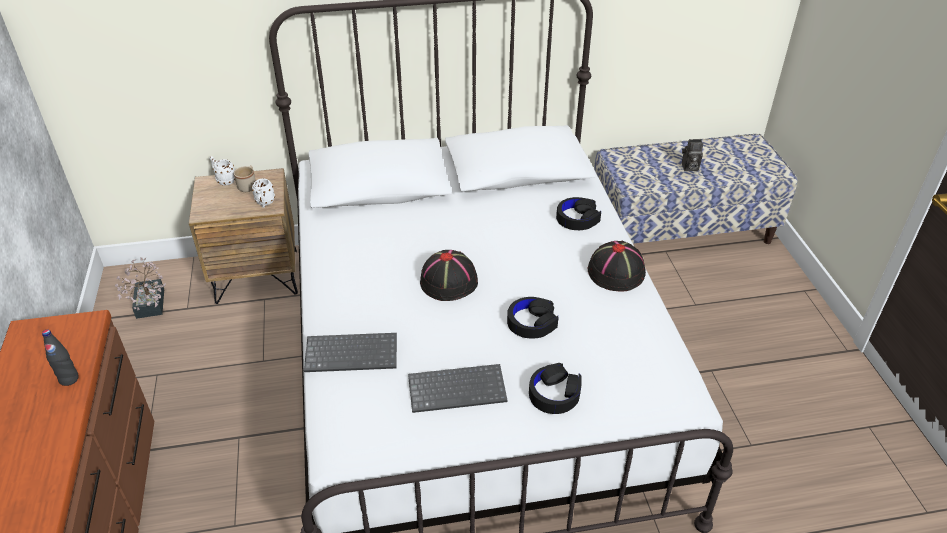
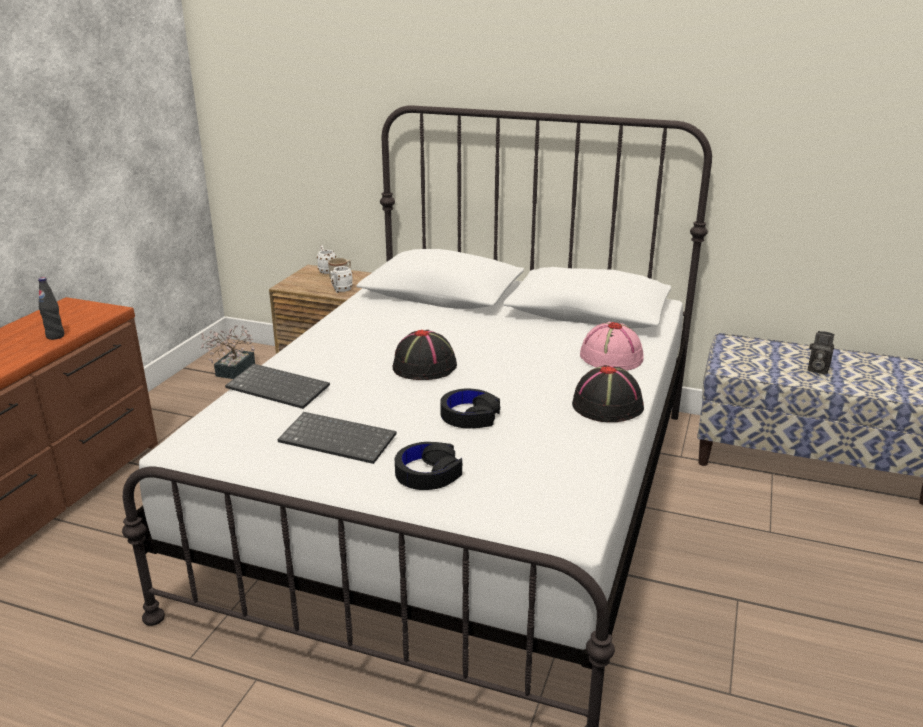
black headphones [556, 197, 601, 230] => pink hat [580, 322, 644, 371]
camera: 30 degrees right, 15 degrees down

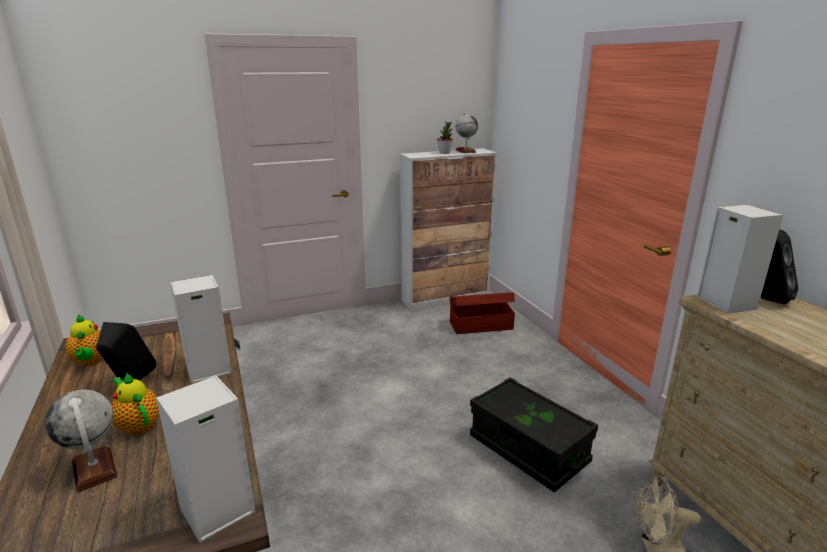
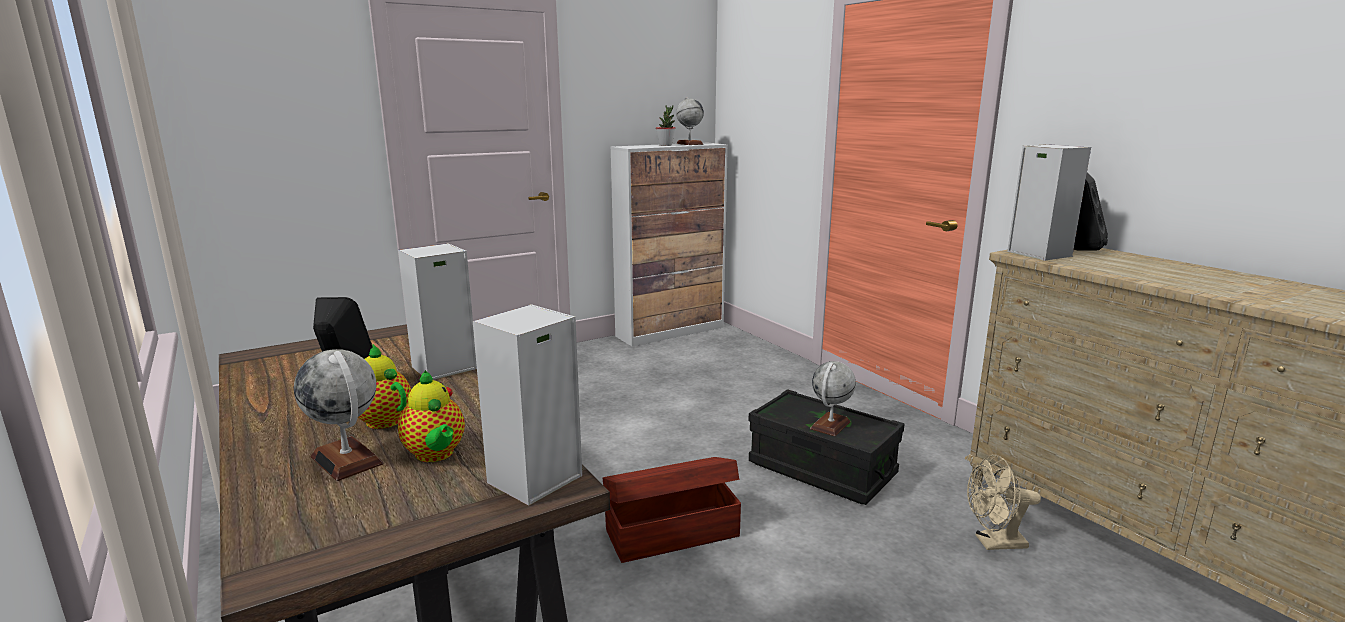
nothing => globe [810, 361, 856, 436]
teapot [66, 315, 103, 366] => teapot [398, 370, 465, 462], relocated
brown storage box [450, 292, 515, 334] => brown storage box [603, 457, 741, 563], relocated
camera: 10 degrees left, 5 degrees down

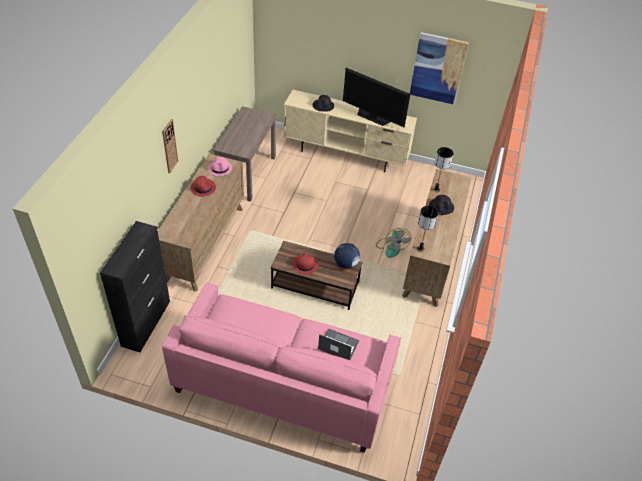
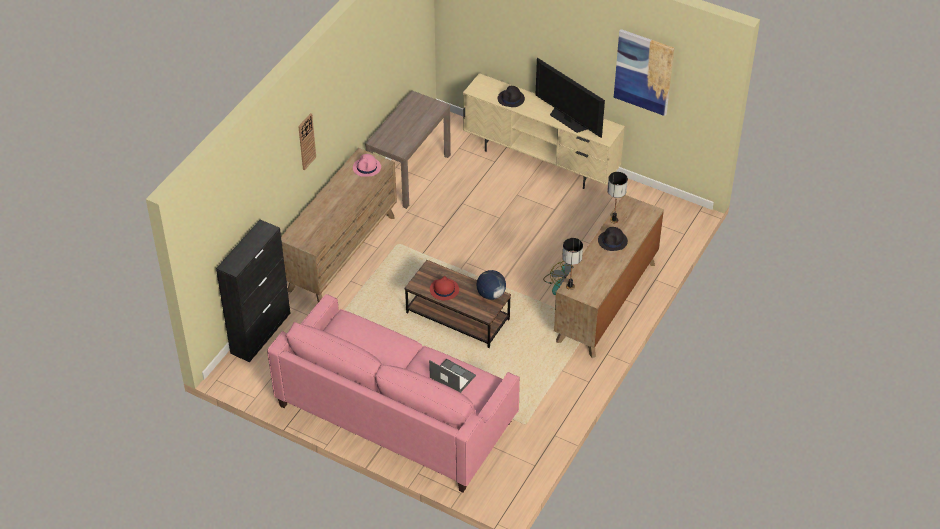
red hat [191, 176, 216, 197] => nothing
camera: 15 degrees right, 0 degrees up

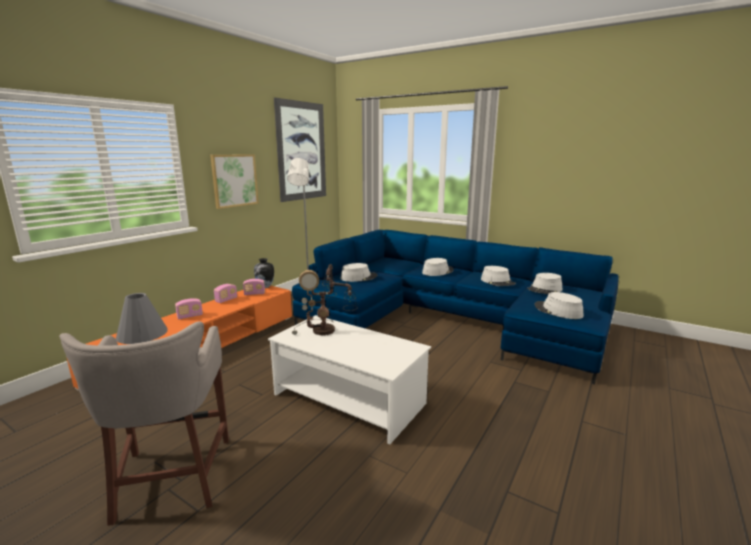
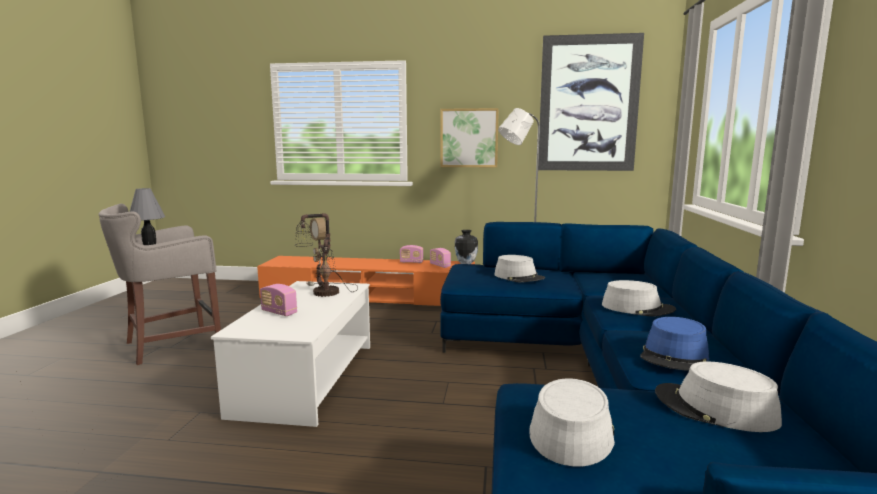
radio [175, 298, 203, 319] => radio [260, 284, 297, 316], relocated
grey hat [481, 266, 516, 286] => blue hat [640, 317, 709, 371]
camera: 65 degrees right, 5 degrees down

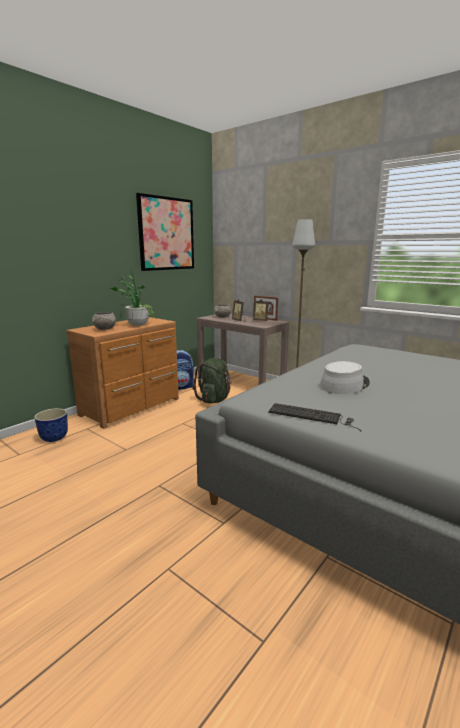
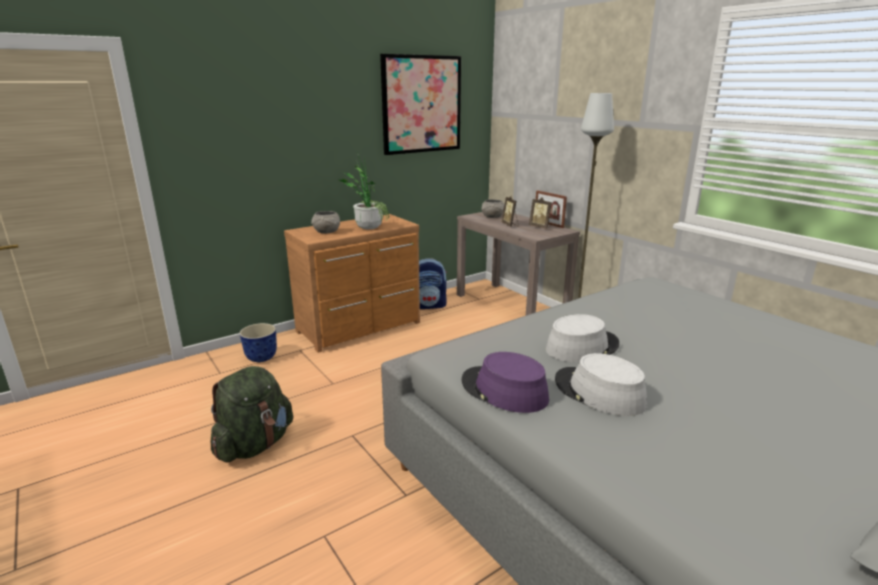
nothing => grey hat [555, 353, 647, 416]
green backpack [192, 358, 232, 403] => green backpack [211, 366, 293, 462], relocated
keyboard [268, 403, 362, 432] => purple hat [462, 352, 549, 413]
camera: 15 degrees right, 5 degrees up

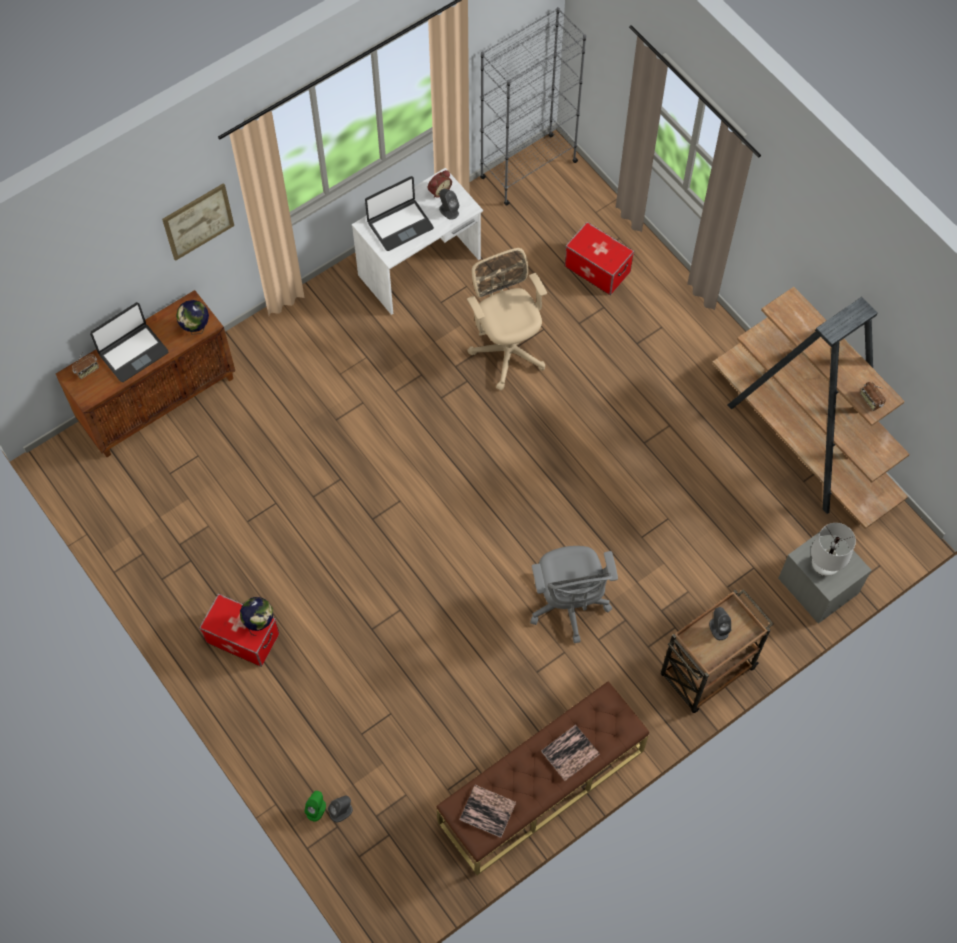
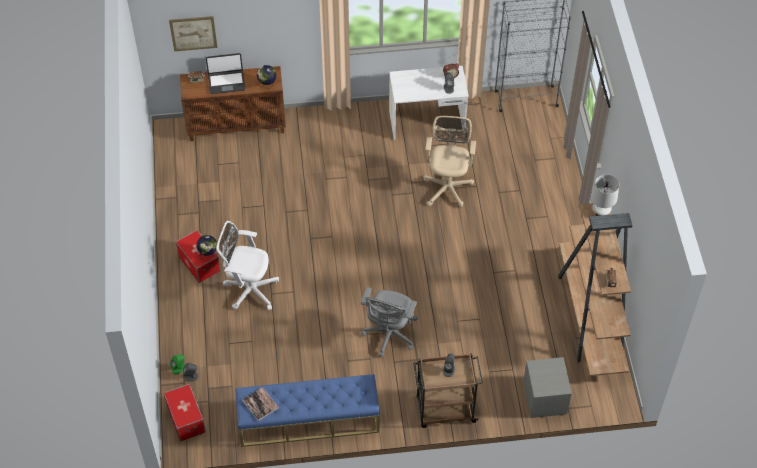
laptop [365, 176, 434, 251] => nothing
book [541, 725, 600, 781] => nothing
nothing => white office chair [216, 221, 279, 310]
picture [162, 183, 234, 261] => picture [169, 16, 217, 51], relocated
storage box [565, 222, 634, 295] => storage box [164, 384, 206, 442], relocated
white table lamp [811, 523, 856, 576] => white table lamp [591, 174, 619, 216], relocated
brown bench [437, 682, 649, 875] => blue bench [236, 374, 379, 447]
camera: 30 degrees right, 10 degrees down

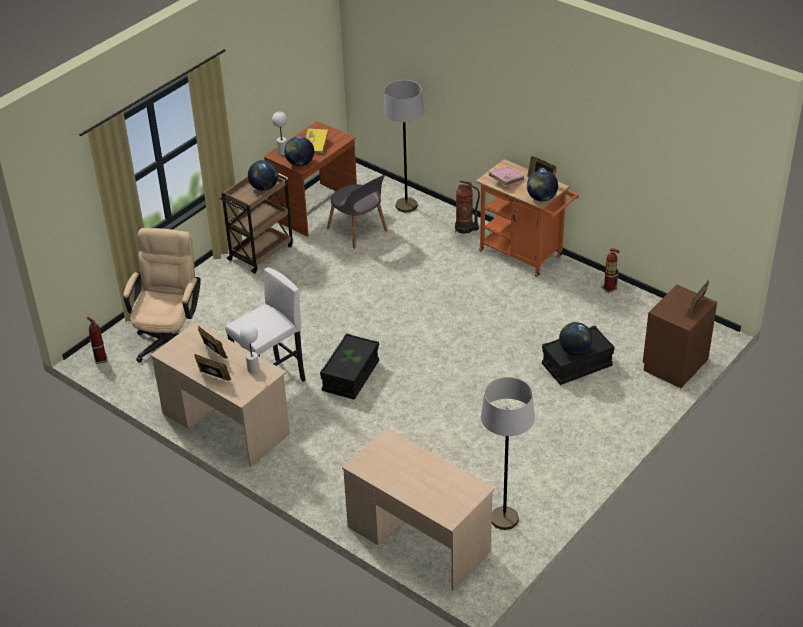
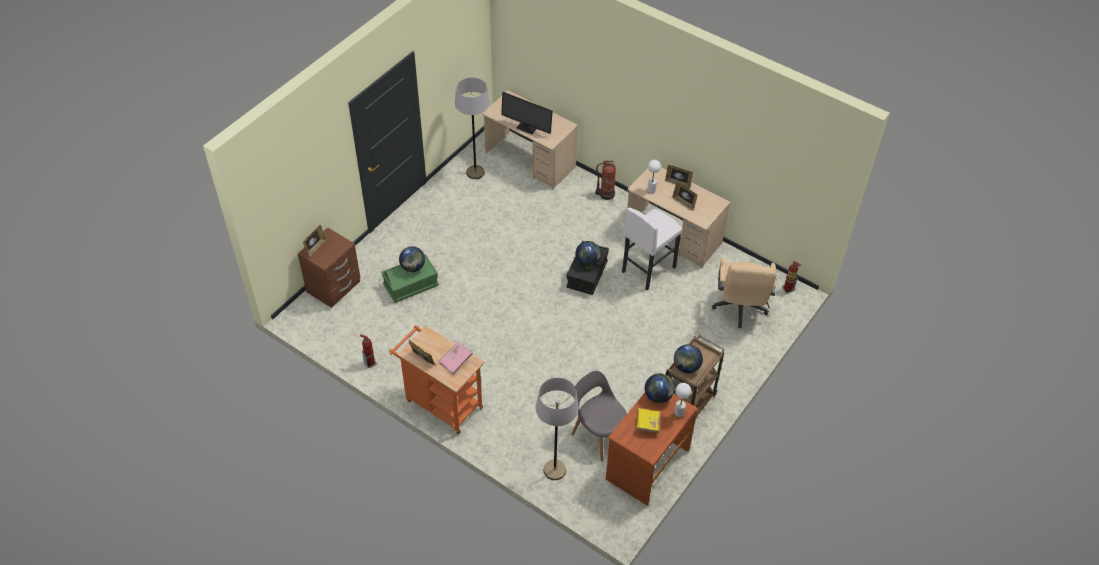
nothing => monitor [501, 92, 553, 134]
fire extinguisher [455, 181, 480, 234] => fire extinguisher [595, 161, 616, 200], relocated
globe [527, 170, 558, 201] => globe [575, 241, 601, 267], relocated
black storage box [542, 326, 615, 385] => green storage box [381, 254, 438, 303]
camera: 175 degrees right, 10 degrees up

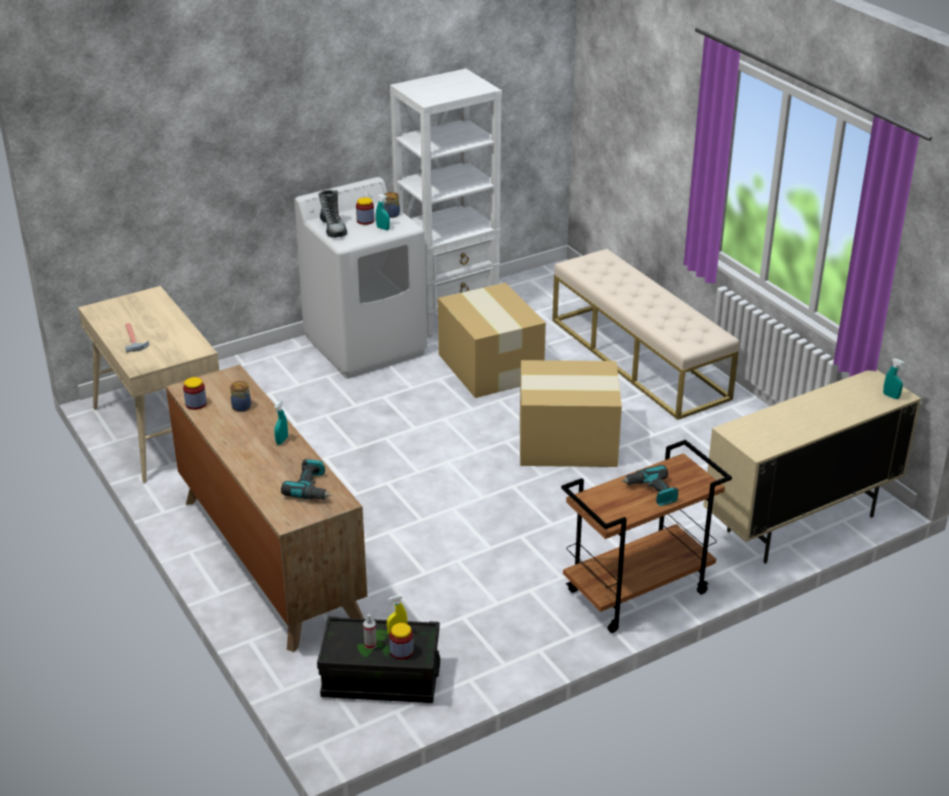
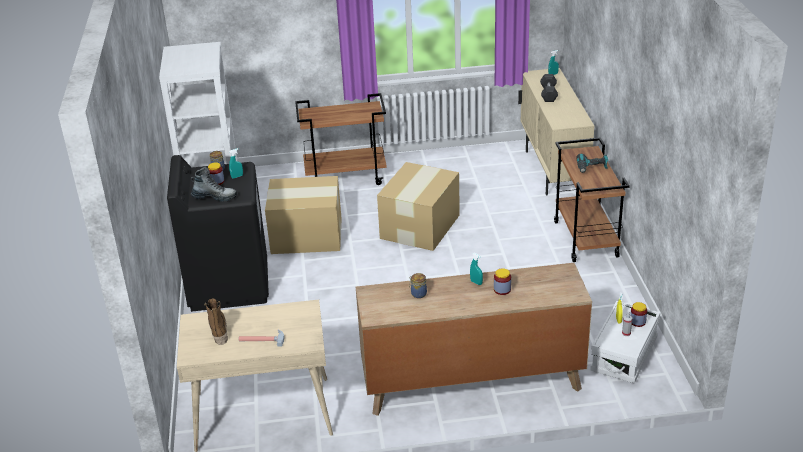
power drill [281, 459, 331, 500] => nothing
nothing => boot [204, 298, 228, 345]
nothing => grey dumbbell [540, 74, 558, 102]
jar [183, 377, 207, 410] => jar [494, 268, 511, 295], relocated
beige bench [552, 249, 739, 420] => brown cart [295, 93, 387, 185]
white washing machine [294, 177, 427, 379] => black washing machine [167, 155, 269, 312]
black storage box [317, 616, 440, 703] => white storage box [590, 301, 660, 383]
camera: 65 degrees left, 0 degrees up

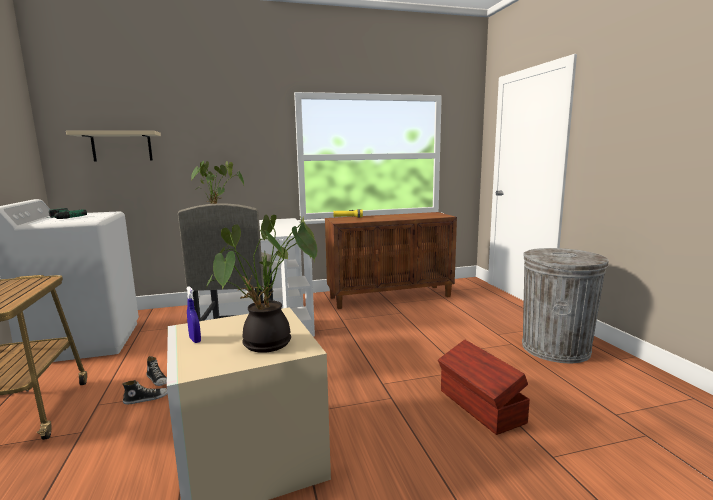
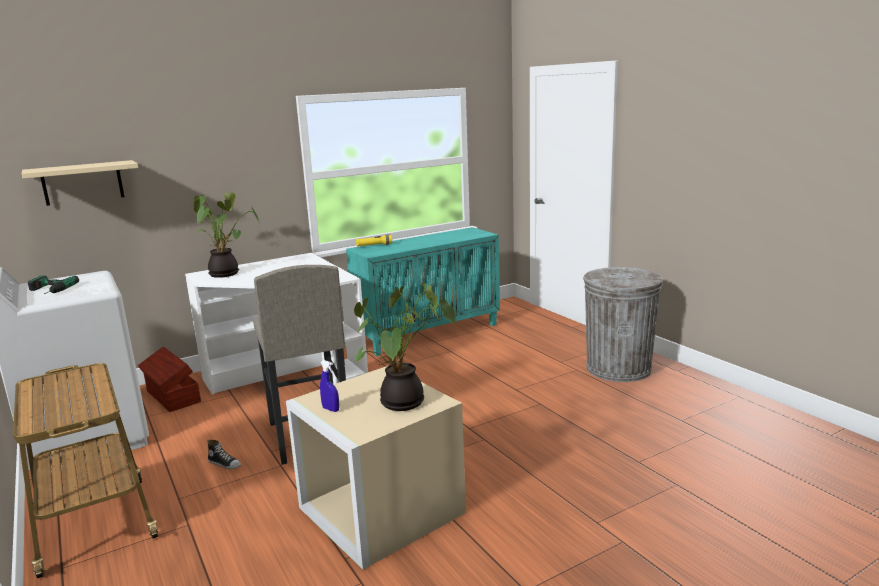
shoe [122, 380, 168, 404] => nothing
brown storage box [438, 340, 530, 435] => brown storage box [138, 346, 201, 412], relocated
brown cabinet [325, 212, 457, 309] => turquoise cabinet [346, 227, 500, 356]
camera: 15 degrees left, 5 degrees up

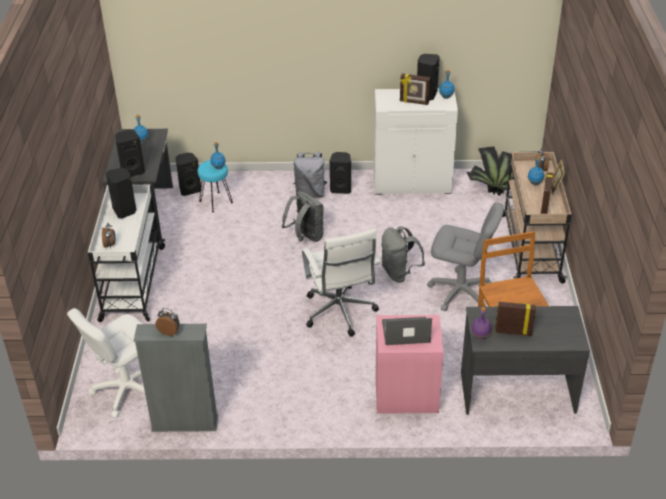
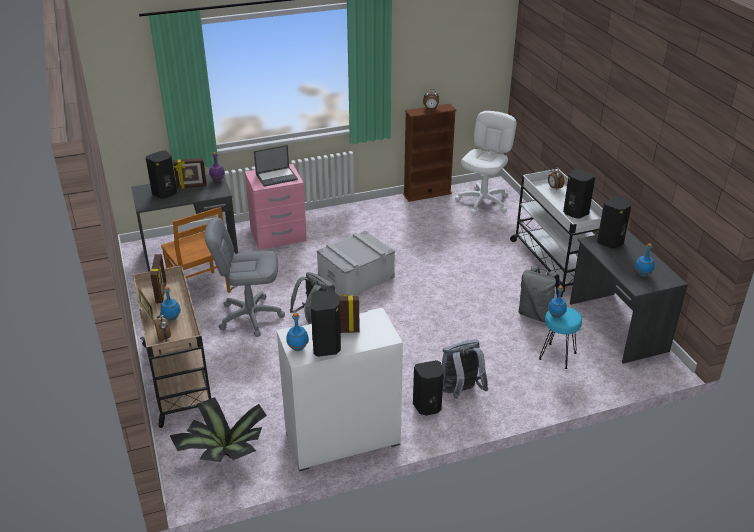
black speaker [175, 153, 201, 196] => black speaker [146, 150, 177, 199], relocated
grey backpack [282, 192, 324, 242] => grey backpack [519, 266, 560, 322], relocated
white office chair [302, 229, 380, 337] => grey storage box [317, 230, 395, 296]
grey bookcase [134, 324, 218, 432] => brown bookcase [403, 104, 457, 202]
camera: 160 degrees right, 5 degrees down

